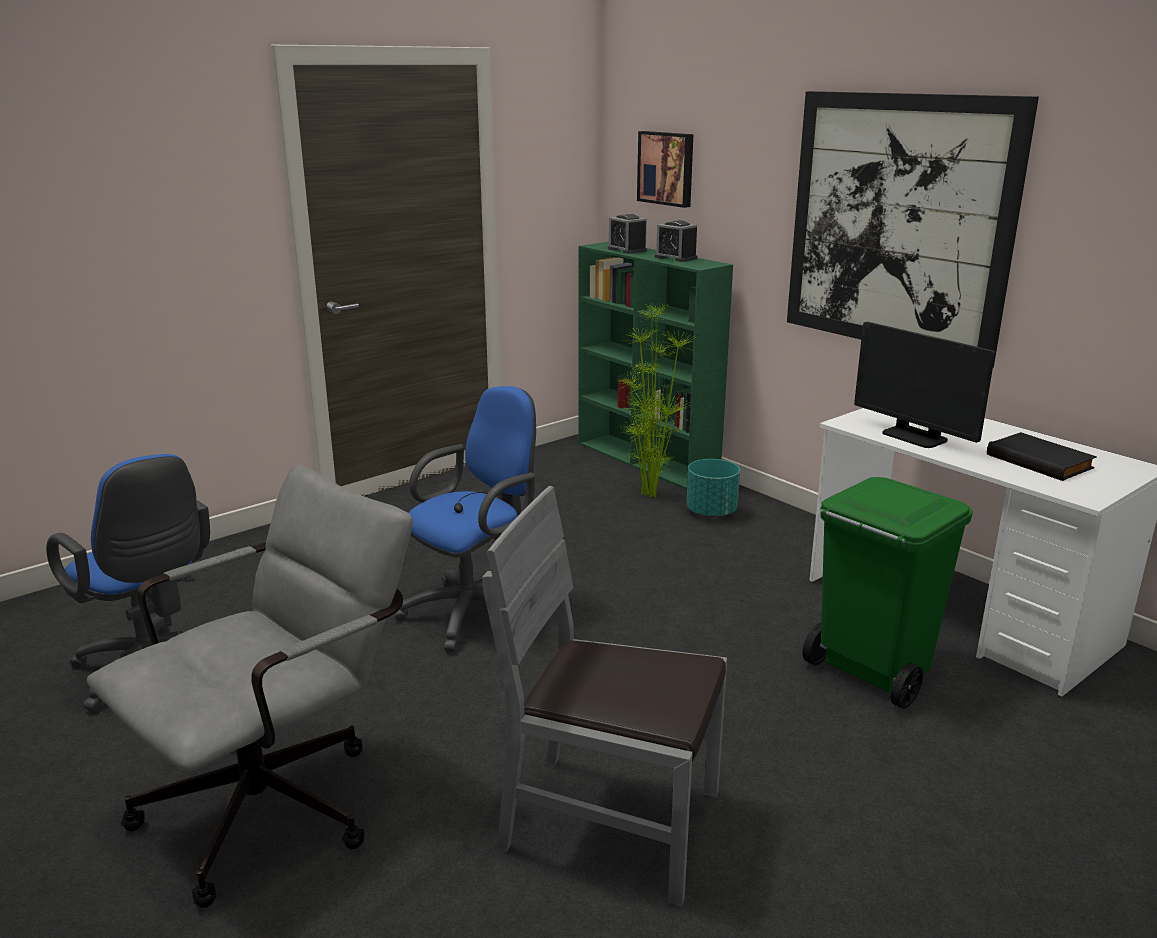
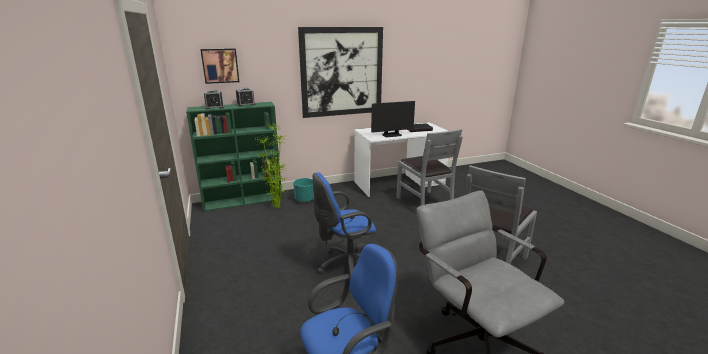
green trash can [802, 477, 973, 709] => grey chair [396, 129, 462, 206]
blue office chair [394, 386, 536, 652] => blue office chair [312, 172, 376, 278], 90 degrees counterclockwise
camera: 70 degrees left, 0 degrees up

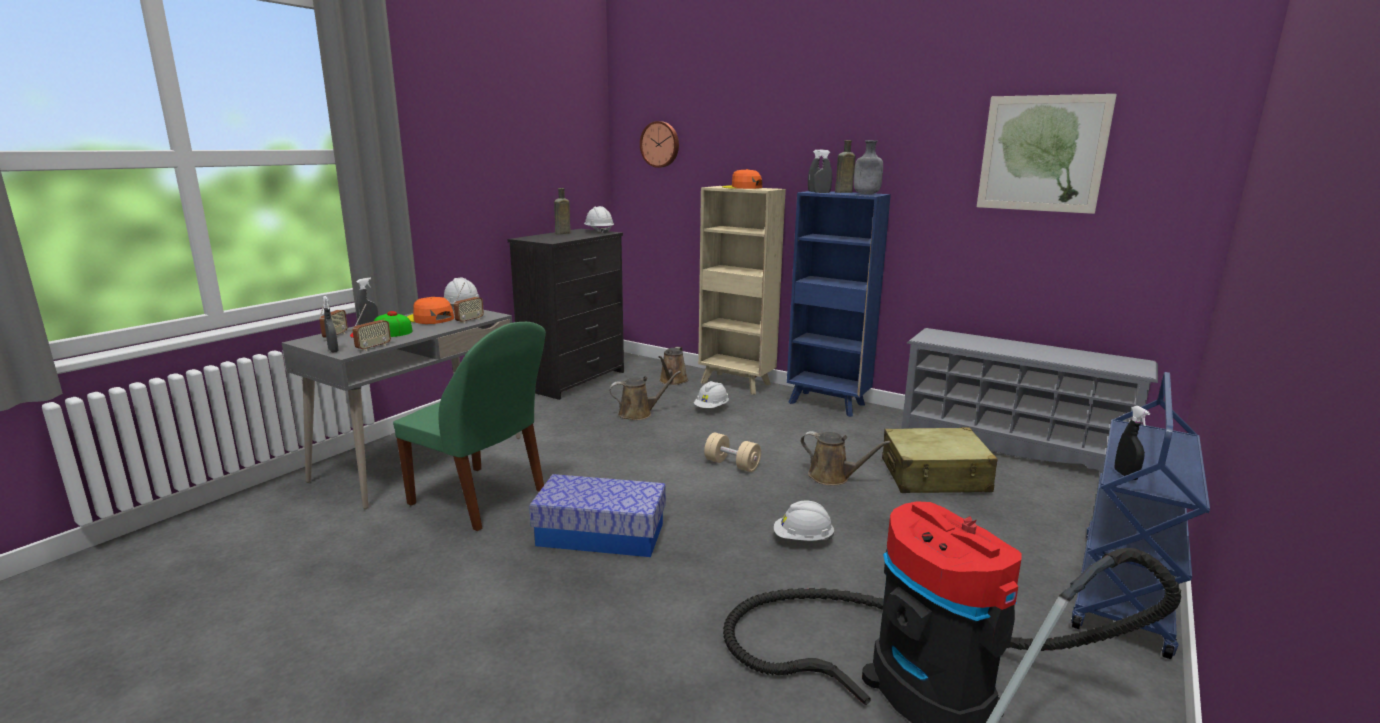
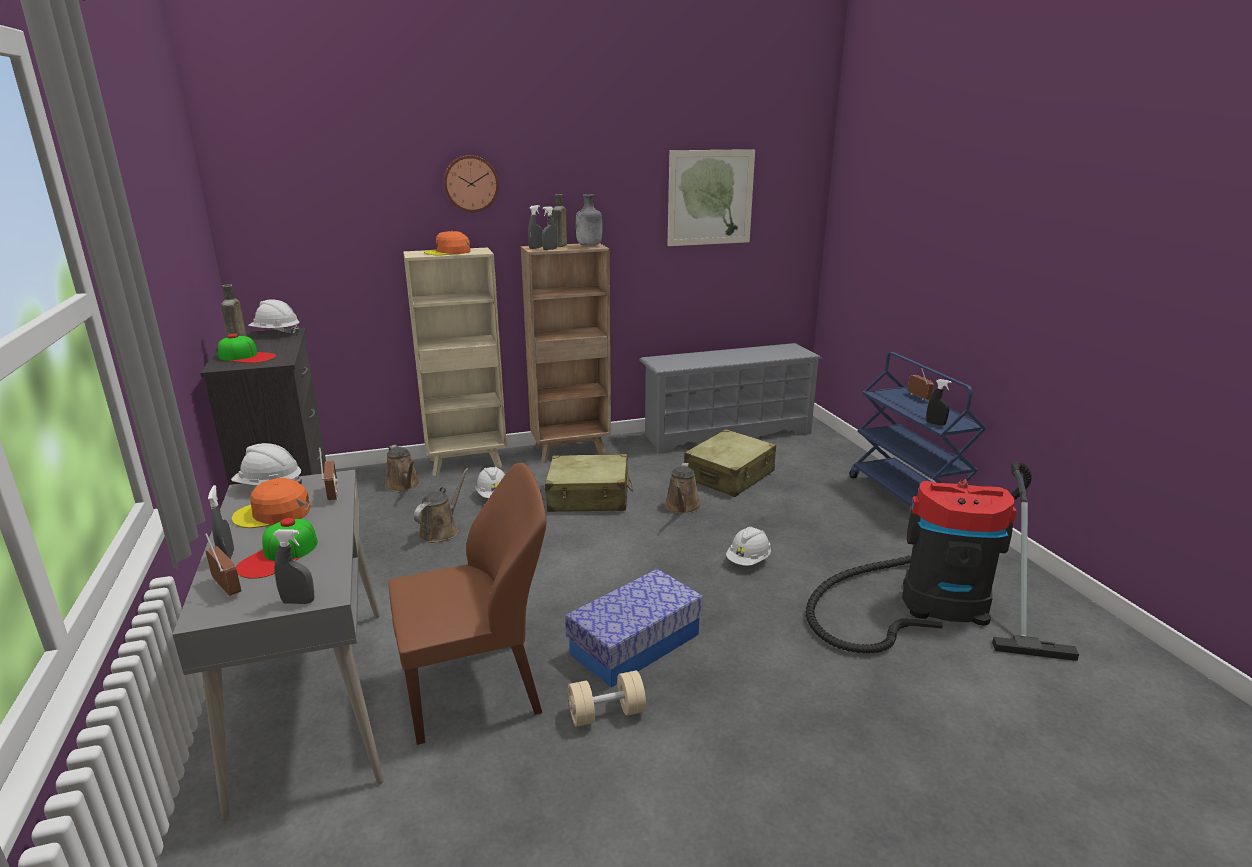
nothing => cap [218, 334, 276, 363]
nothing => beige suitcase [545, 454, 633, 512]
radio [353, 304, 391, 351] => radio [908, 368, 934, 400], relocated
wall clock [640, 121, 679, 168] => wall clock [443, 155, 499, 212], relocated
beige dumbbell [704, 432, 761, 472] => beige dumbbell [568, 671, 646, 727], relocated
green chair [393, 322, 546, 531] => brown chair [389, 463, 546, 745]
blue bookcase [787, 191, 891, 417] => brown bookcase [521, 243, 611, 463]
brown watering can [801, 431, 891, 485] => brown watering can [665, 463, 701, 514], 120 degrees clockwise
camera: 50 degrees left, 5 degrees up

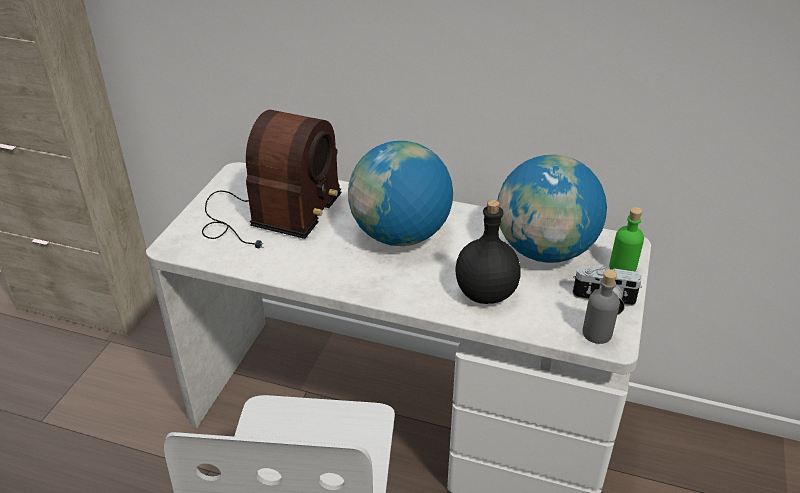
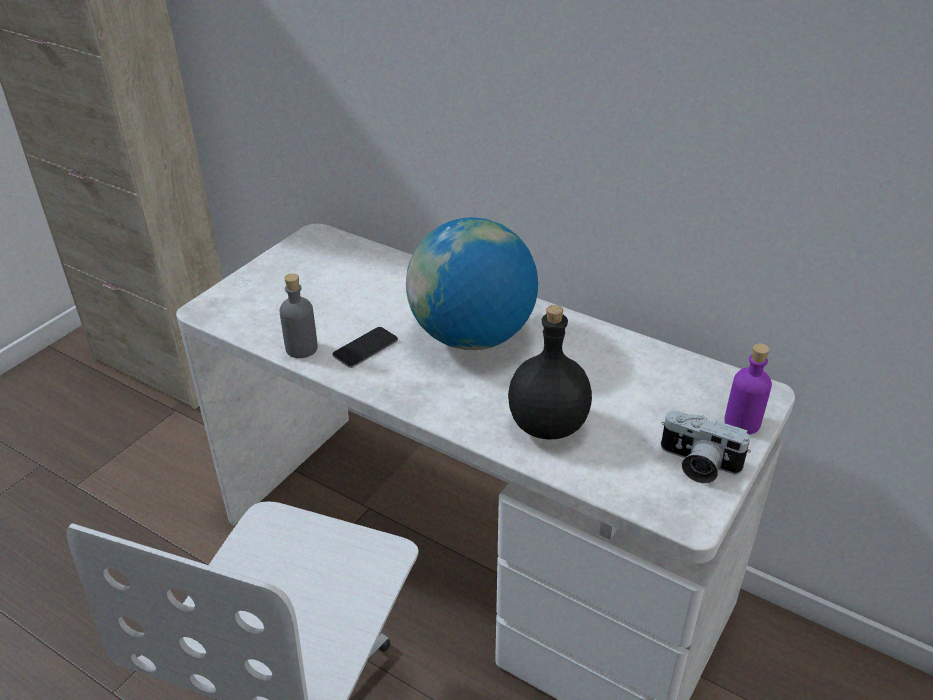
radio [202, 110, 341, 248] => nothing
globe [497, 155, 607, 263] => nothing
nothing => phone [333, 327, 398, 368]
grey bottle [583, 270, 620, 344] => grey bottle [279, 273, 318, 358], relocated
green bottle [609, 207, 644, 271] => purple bottle [724, 343, 772, 435]
camera: 15 degrees right, 0 degrees up

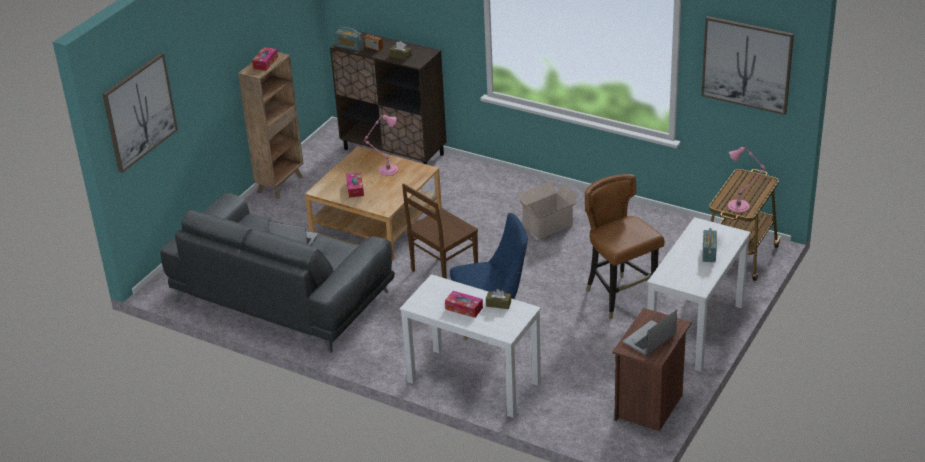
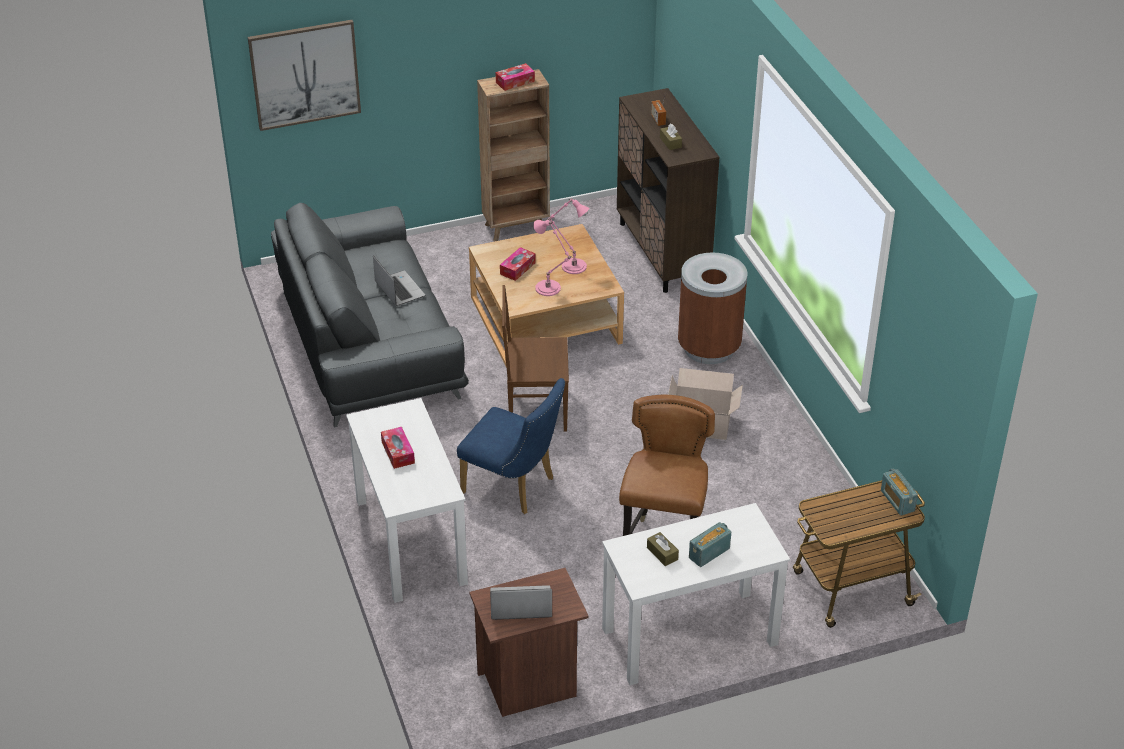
picture [701, 16, 794, 115] => nothing
nothing => brown trash can [678, 252, 747, 364]
radio [335, 27, 363, 51] => radio [881, 468, 918, 515], relocated
brown tissue box [486, 289, 511, 309] => brown tissue box [647, 532, 679, 566], relocated
pink table lamp [728, 146, 766, 213] => pink table lamp [533, 220, 573, 296], relocated
camera: 40 degrees right, 5 degrees up

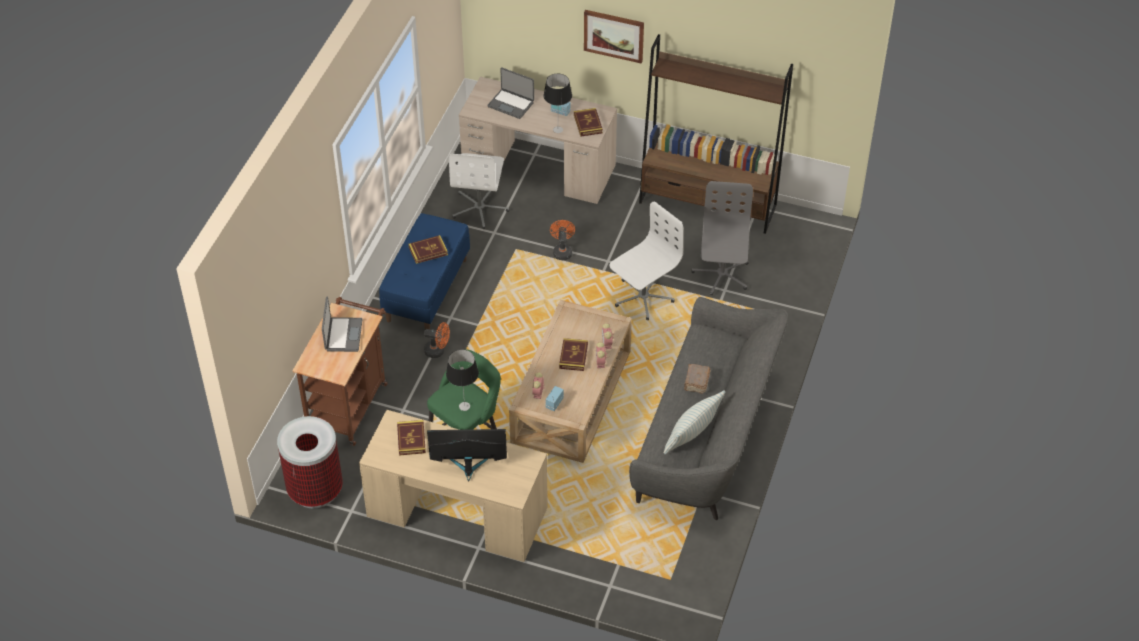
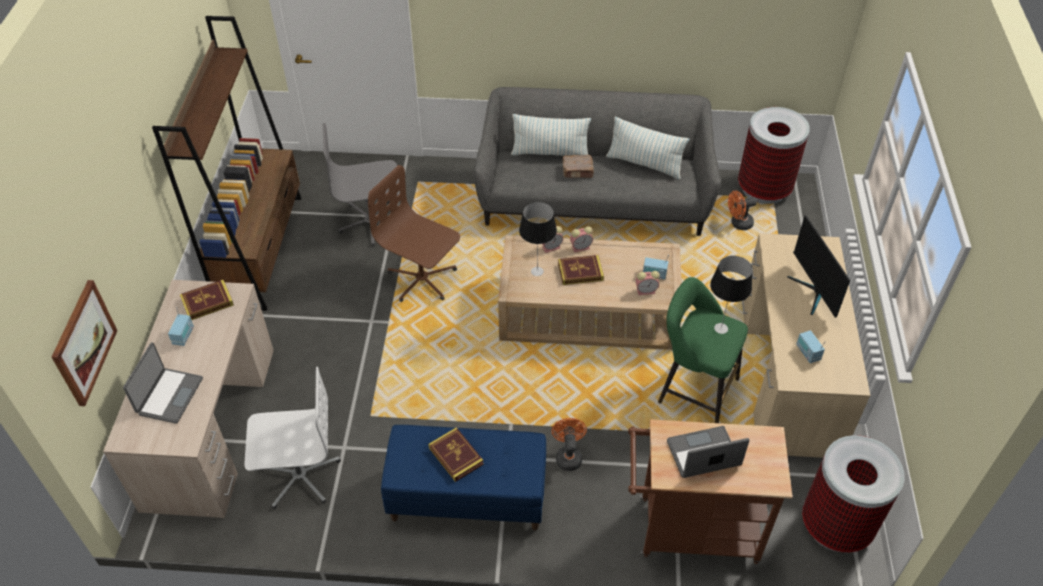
nothing => pillow [511, 114, 591, 156]
nothing => trash can [738, 107, 810, 204]
table lamp [544, 74, 572, 133] => table lamp [519, 202, 557, 276], relocated
orange fan [550, 220, 575, 260] => orange fan [728, 191, 757, 230], relocated
picture [584, 10, 644, 64] => picture [52, 280, 117, 406], relocated
book [397, 420, 426, 455] => radio [796, 330, 826, 363]
white office chair [610, 201, 684, 320] => brown office chair [368, 165, 460, 302]
camera: 105 degrees left, 0 degrees up

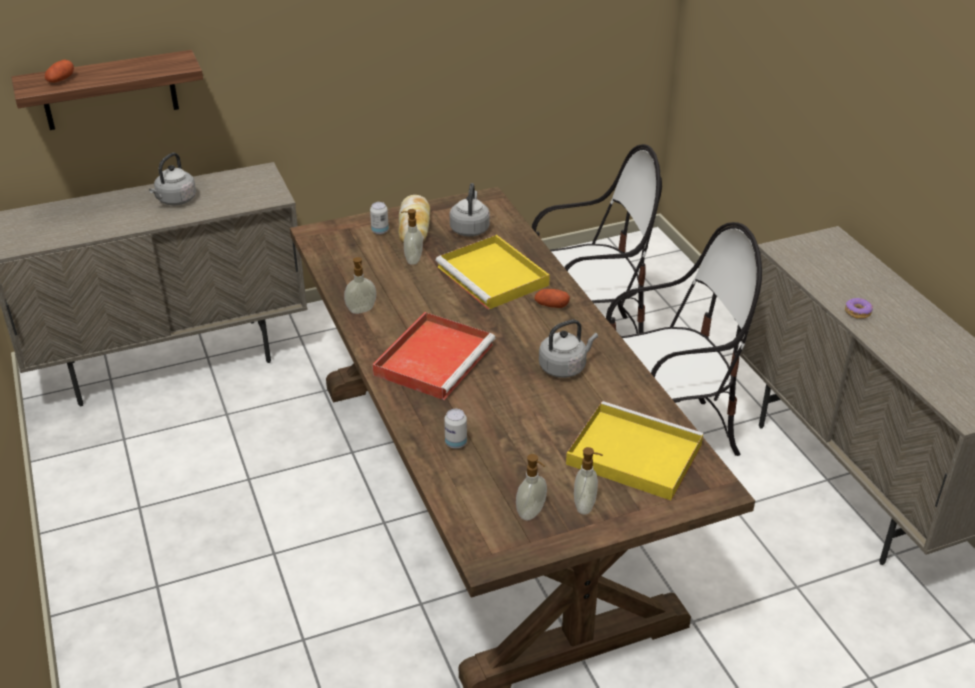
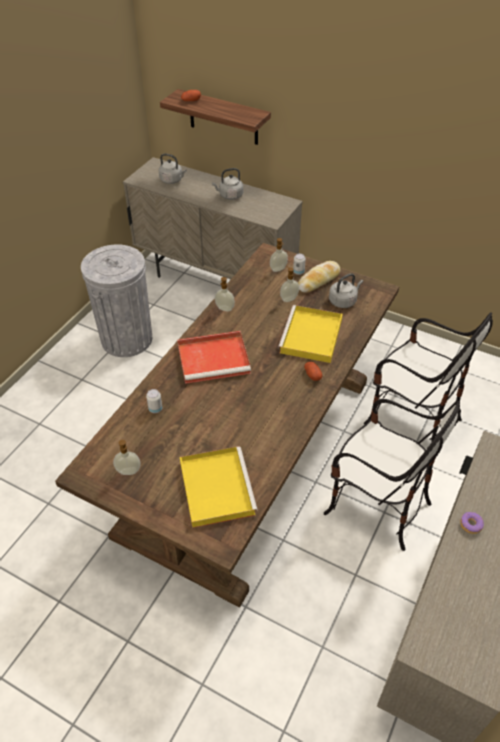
nothing => grey trash can [81, 244, 152, 357]
grey kettle [539, 320, 598, 378] => grey kettle [159, 153, 186, 184], relocated
soap dispenser [574, 447, 603, 514] => soap dispenser [270, 238, 288, 272], relocated
camera: 50 degrees right, 10 degrees up

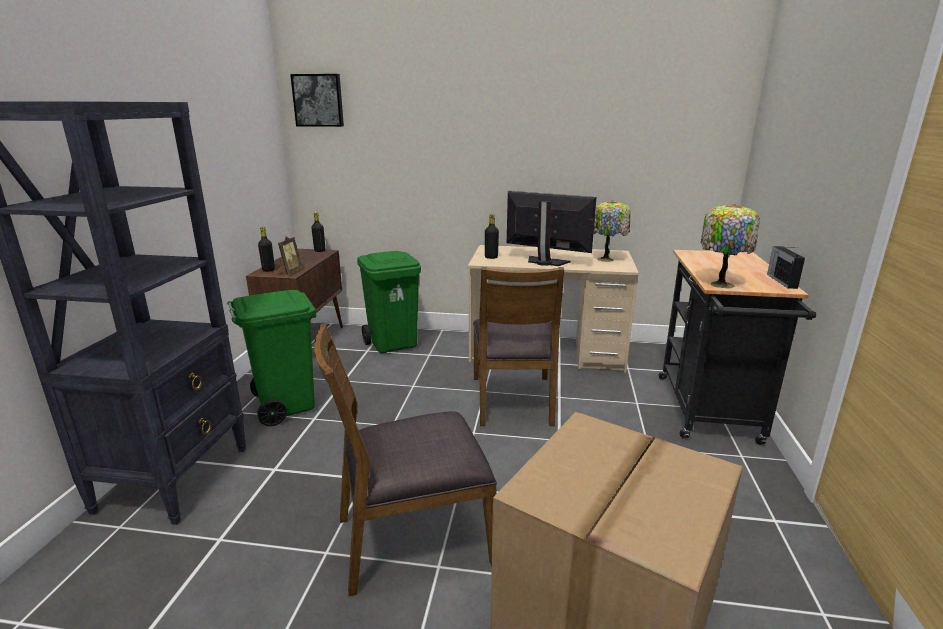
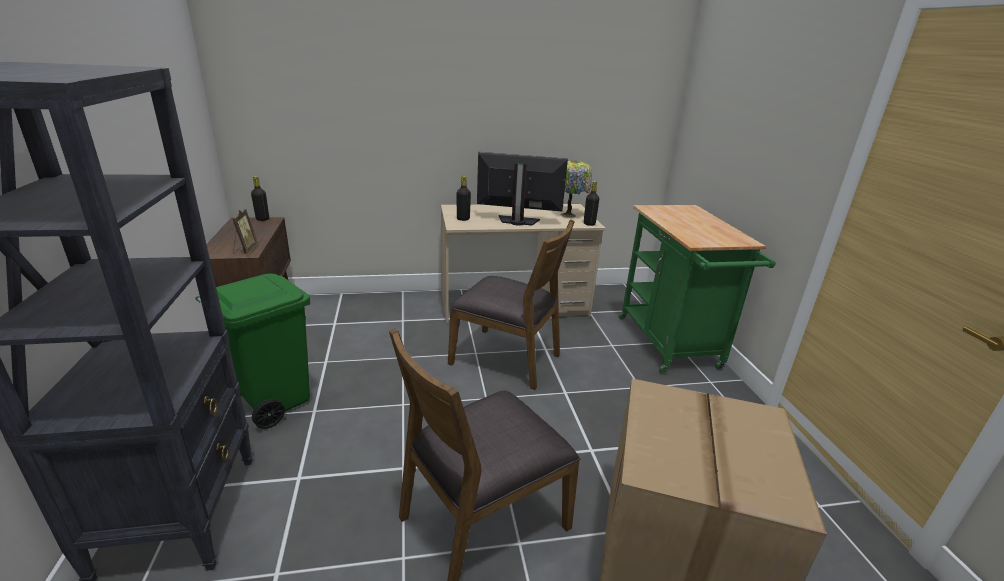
picture [290, 74, 344, 127] => nothing
green trash can [357, 251, 421, 353] => nothing
table lamp [701, 204, 760, 289] => nothing
radio [767, 246, 805, 289] => nothing
black bottle [258, 227, 275, 272] => black bottle [584, 181, 599, 226], relocated
black cart [658, 250, 816, 445] => green cart [619, 205, 776, 374]
brown chair [473, 267, 564, 426] => brown chair [448, 220, 575, 390], 45 degrees counterclockwise
camera: 20 degrees left, 5 degrees up

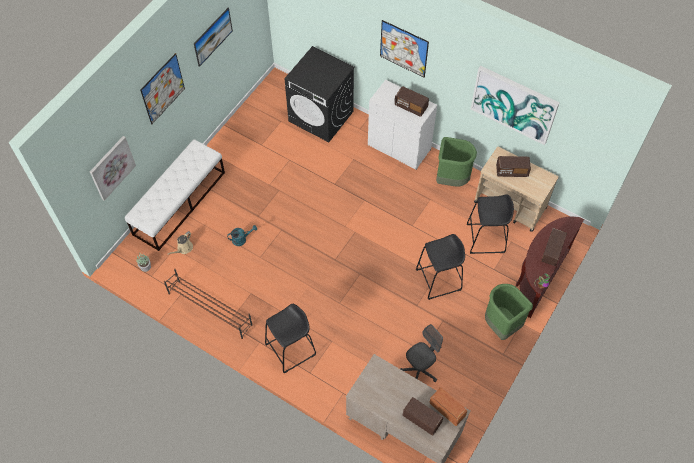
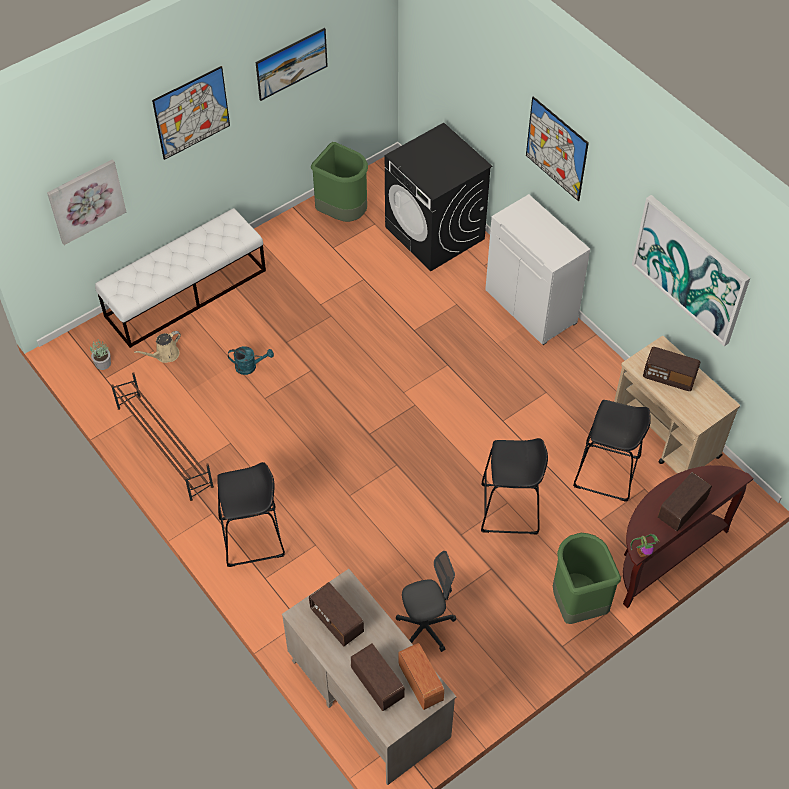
radio [394, 86, 429, 117] => radio [309, 582, 364, 646], relocated
green trash can [436, 137, 477, 186] => green trash can [311, 142, 368, 222], relocated
camera: 20 degrees right, 5 degrees down

